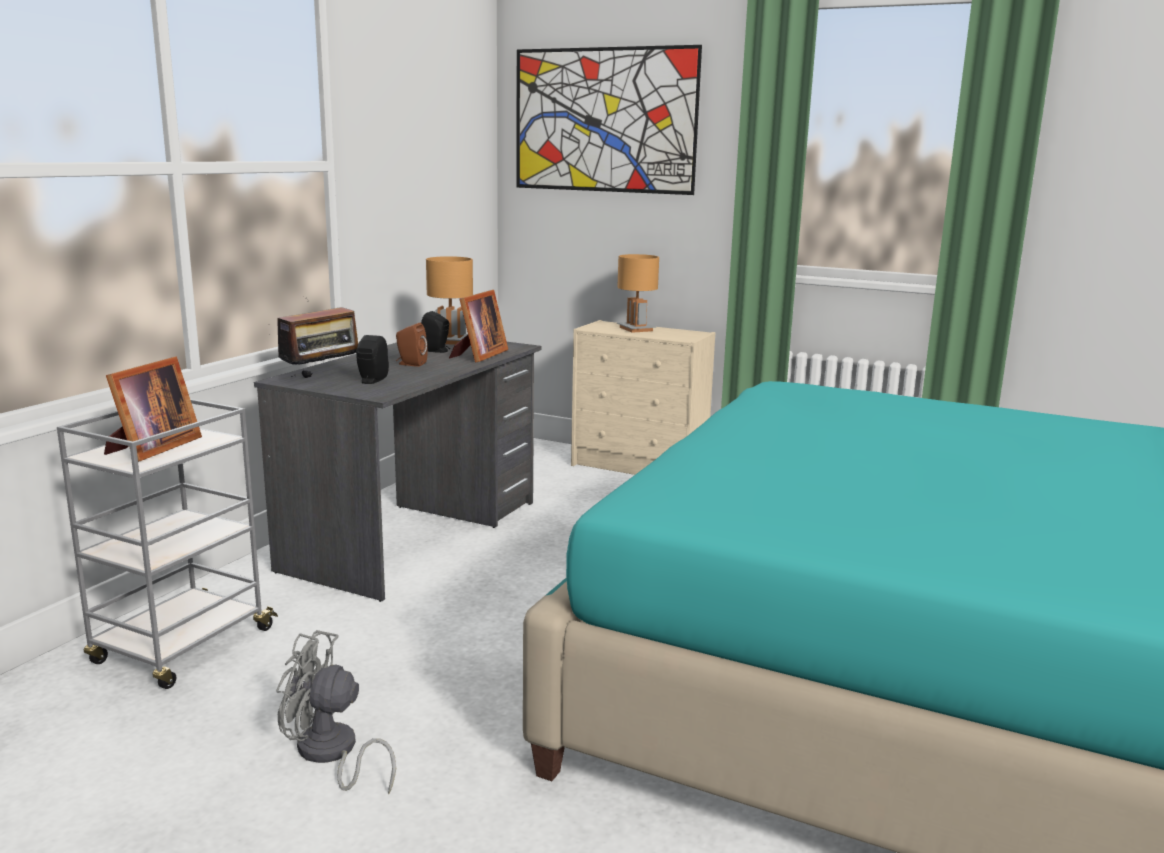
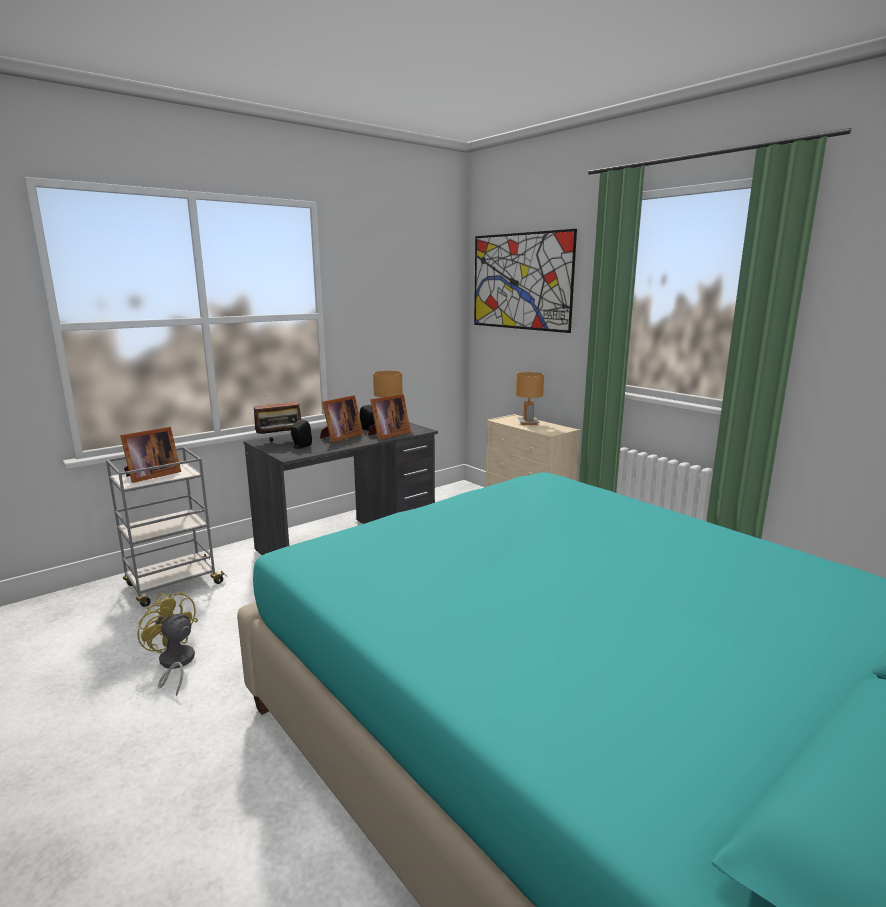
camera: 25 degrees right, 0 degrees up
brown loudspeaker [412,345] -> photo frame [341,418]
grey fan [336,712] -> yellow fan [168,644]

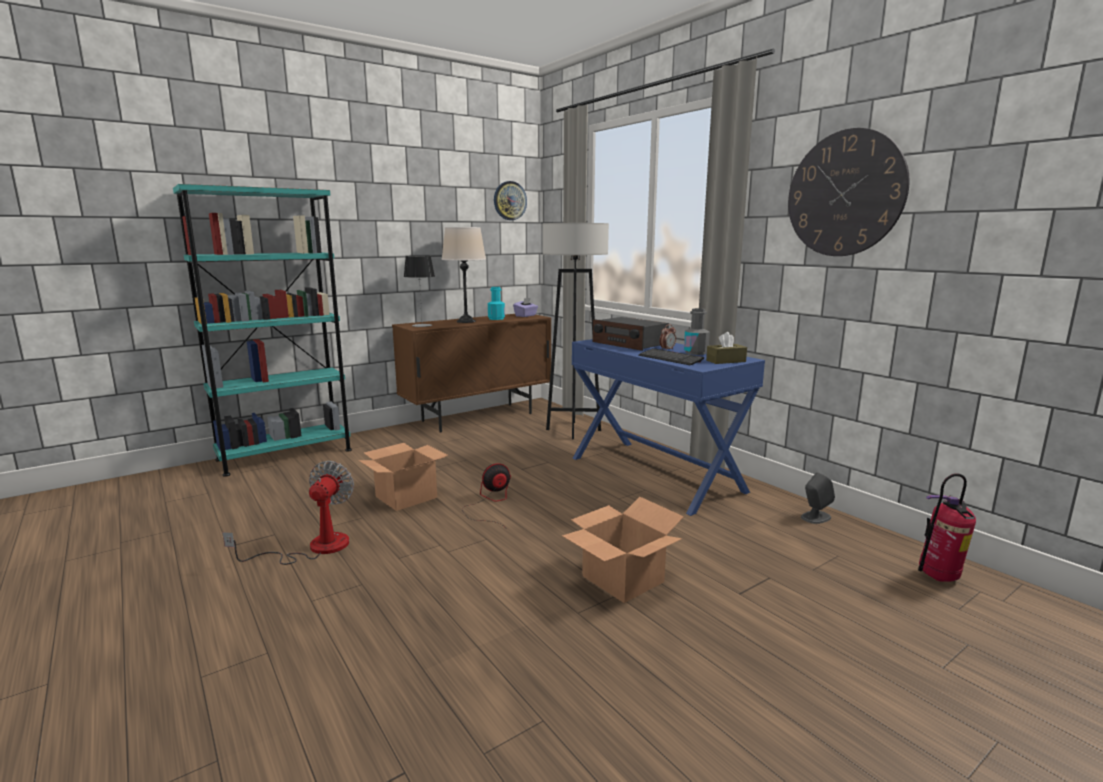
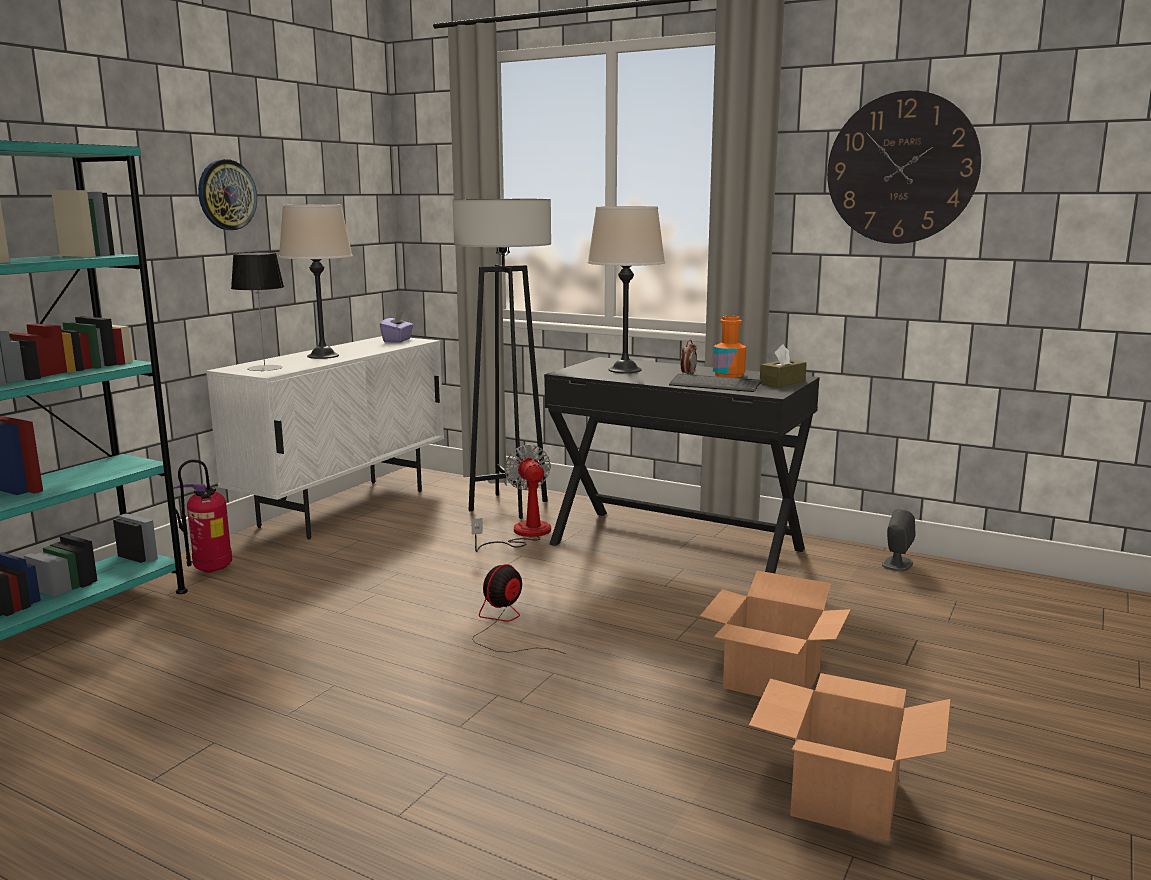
camera: 25 degrees left, 0 degrees up
turquoise drink bottle [496,303] -> none
fan [288,513] -> fan [511,498], shifted
carton [403,477] -> carton [850,756], shifted
wall clock [510,200] -> wall clock [227,194], shifted
extinguisher [947,527] -> extinguisher [202,516], shifted
radio [630,334] -> beige-coloured table lamp [626,289]
brown cabinet [471,373] -> white cabinet [325,438]
blue desk [668,427] -> black desk [682,465]
grey drink bottle [697,331] -> orangey drink bottle [729,347]

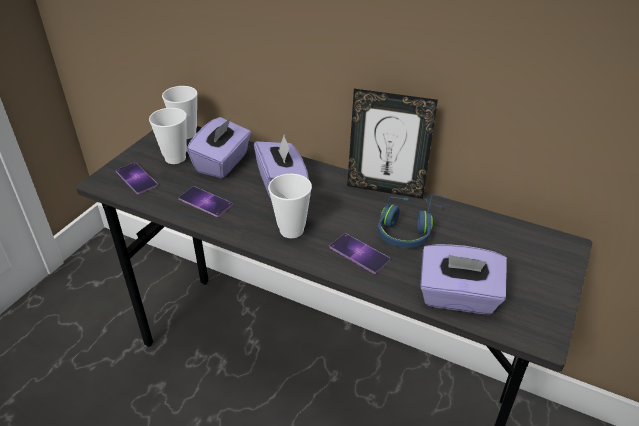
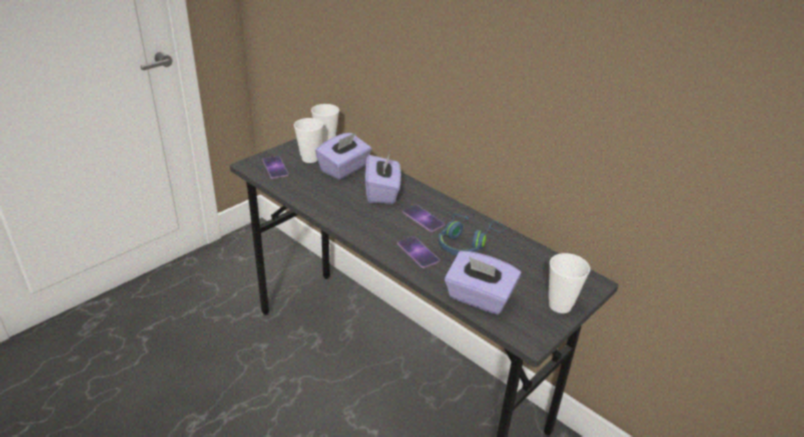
camera: 15 degrees right, 5 degrees down
photo frame [392,144] -> none
telephone [206,201] -> telephone [424,218], shifted
drinking cup [290,206] -> drinking cup [569,283], shifted

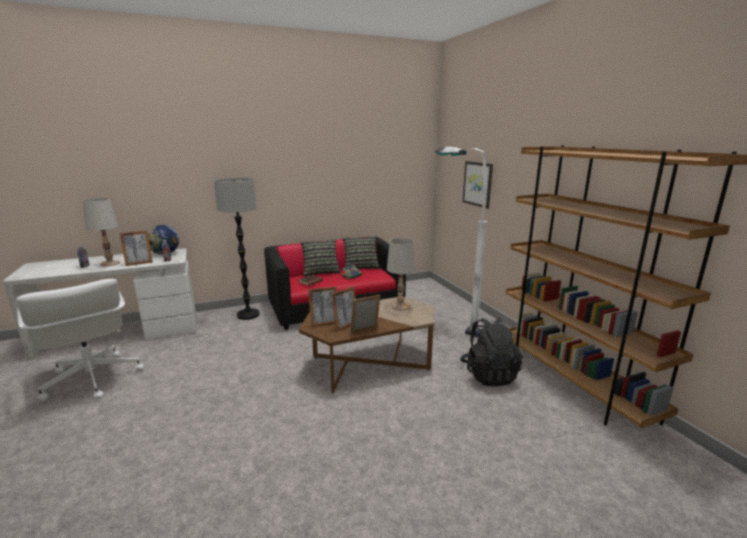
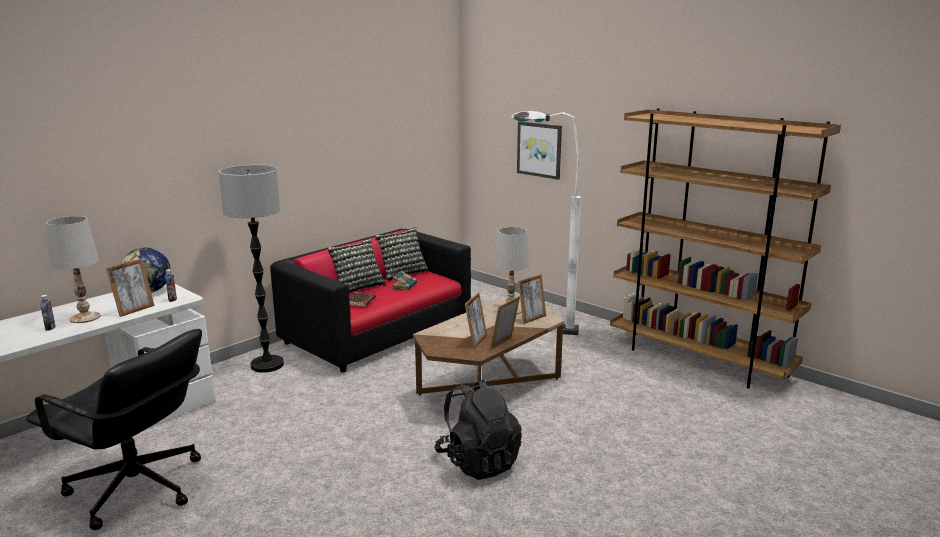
camera: 25 degrees left, 0 degrees up
photo frame [322,306] -> photo frame [532,299], shifted
black knapsack [491,352] -> black knapsack [478,429], shifted
white computer chair [80,340] -> black computer chair [114,429]

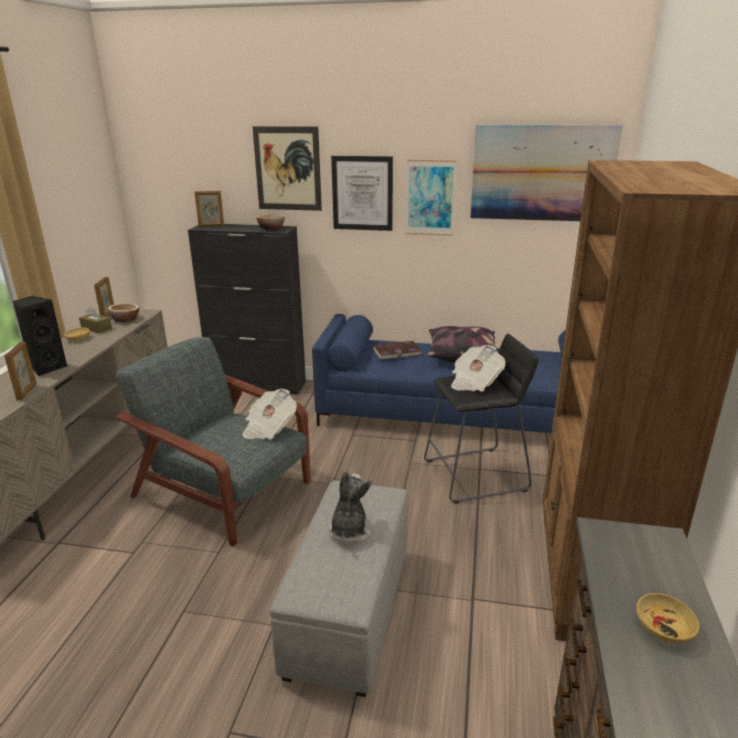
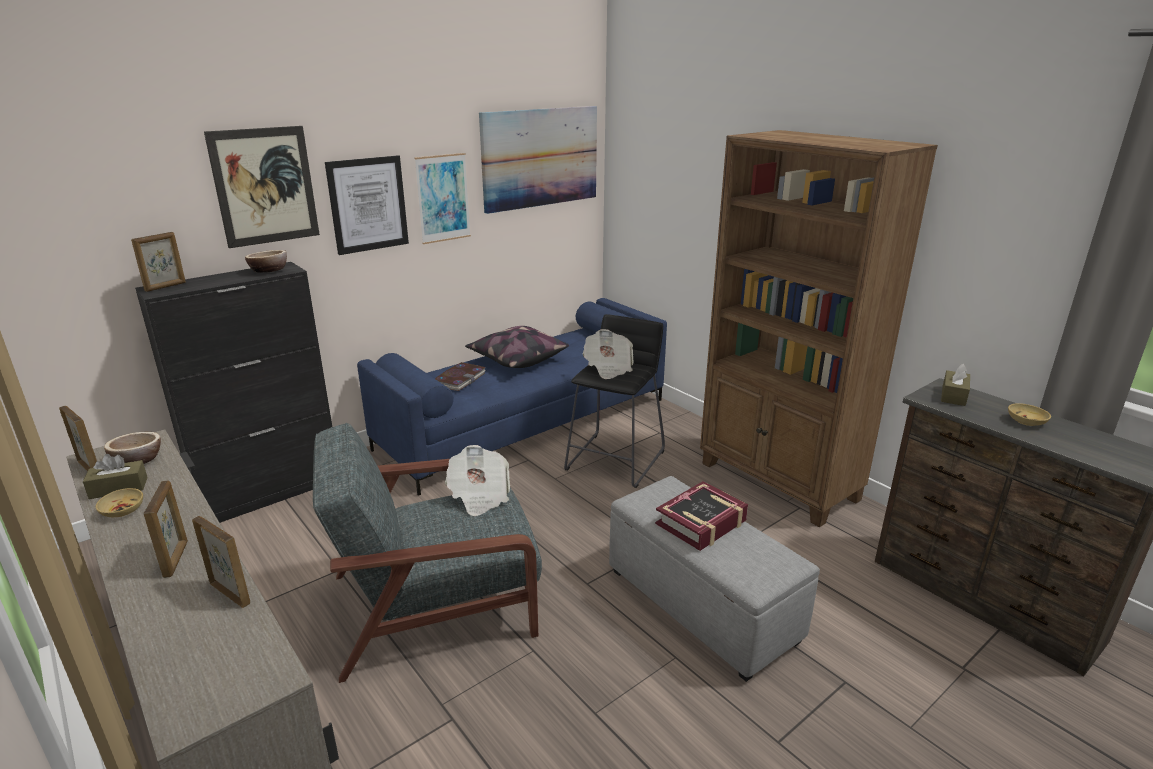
camera: 50 degrees left, 0 degrees up
none -> brown tissue box [955,385]
black loudspeaker [40,336] -> photo frame [166,529]
soft toy [350,507] -> bound book [701,516]

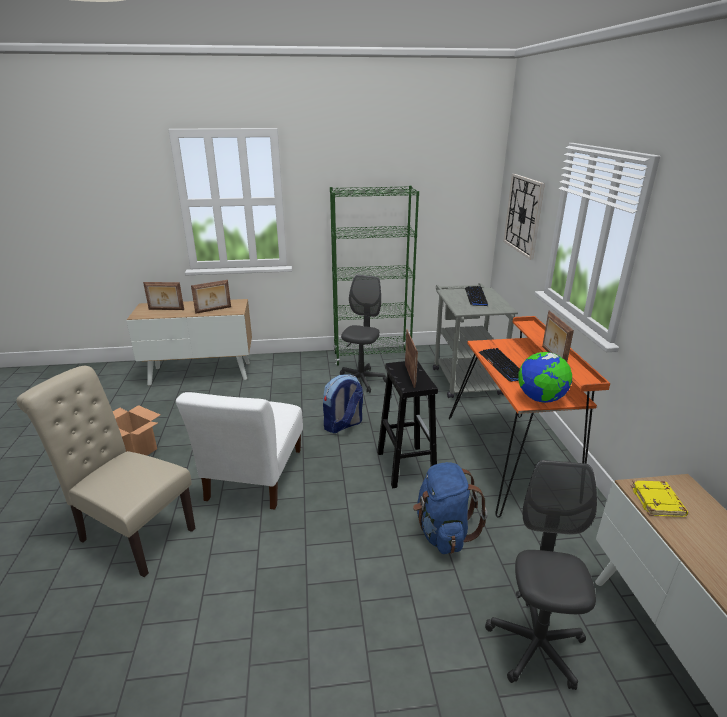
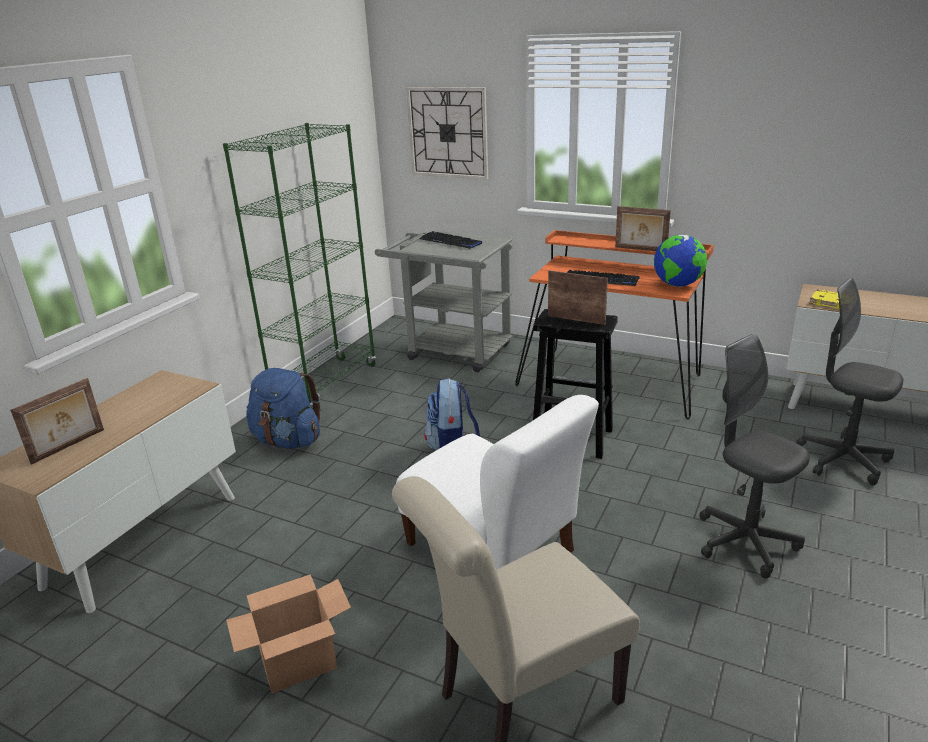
camera: 55 degrees left, 0 degrees up
photo frame [211,297] -> none
grey computer chair [363,334] -> grey computer chair [754,456], shifted
blue knapsack [450,508] -> blue knapsack [283,408], shifted

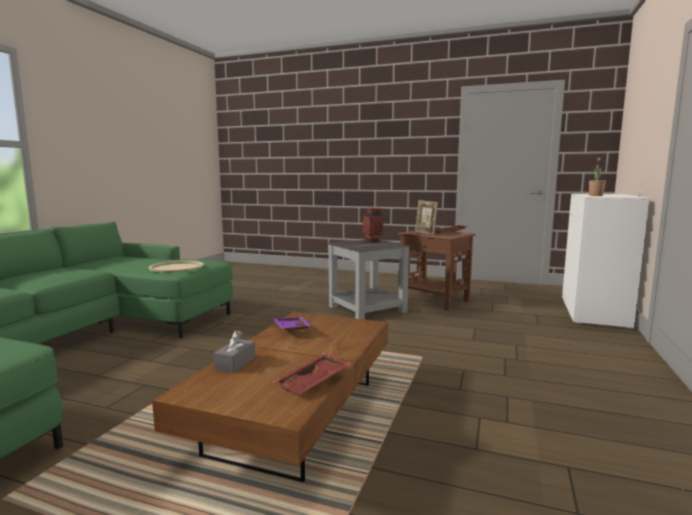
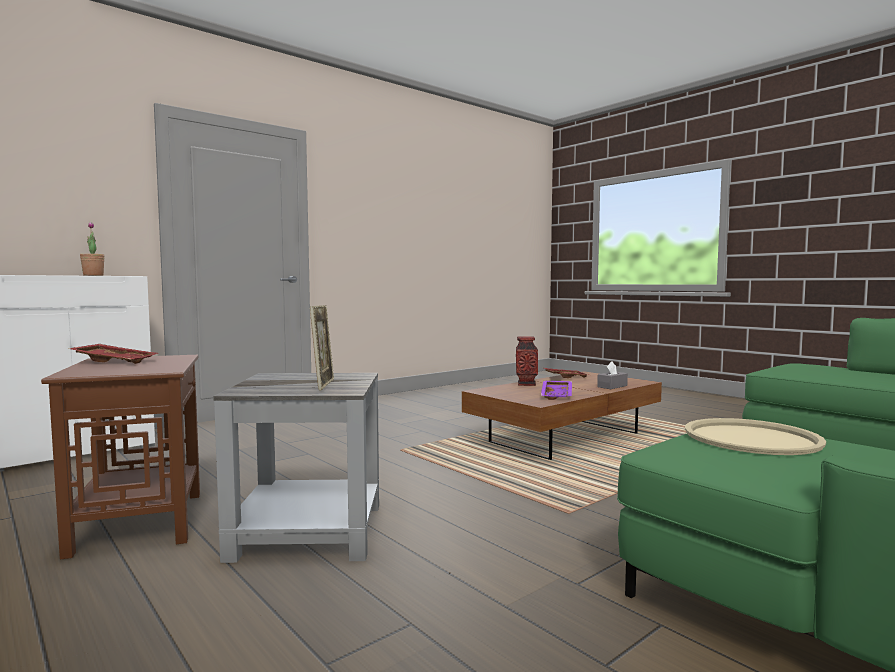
camera: 150 degrees left, 5 degrees down
vase [373,225] -> vase [527,361], shifted
photo frame [426,217] -> photo frame [322,348], shifted

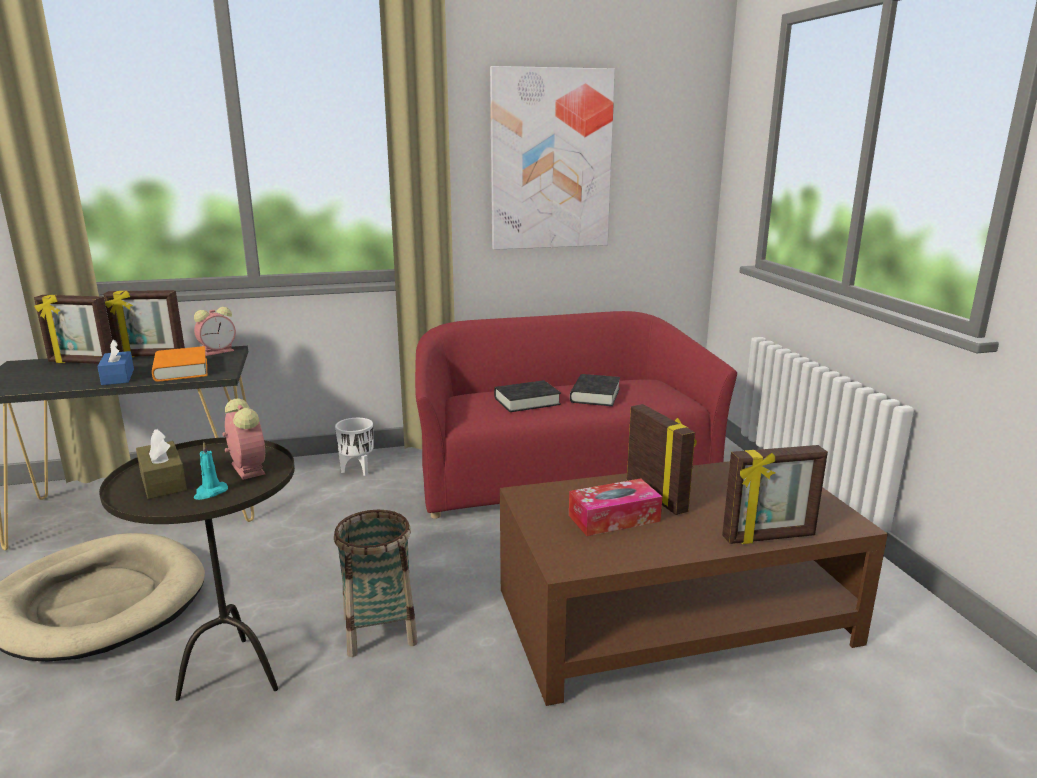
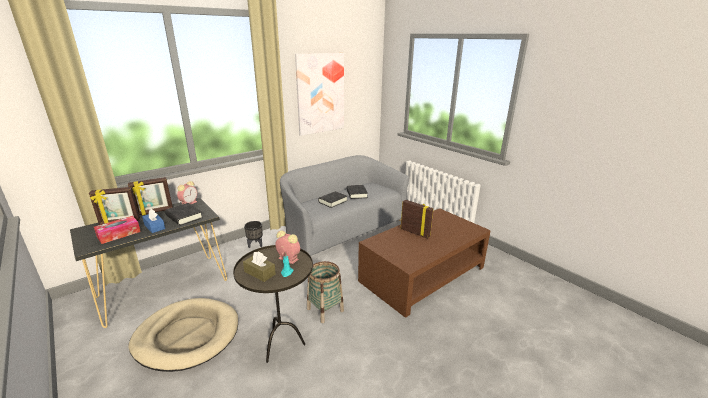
camera: 25 degrees left, 5 degrees up
photo frame [775,494] -> none
tissue box [615,507] -> tissue box [117,230], shifted
orangey bound book [179,364] -> black bound book [184,214]
white flower pot [354,447] -> black flower pot [253,234]
red-coloured couch [576,415] -> grey couch [344,205]

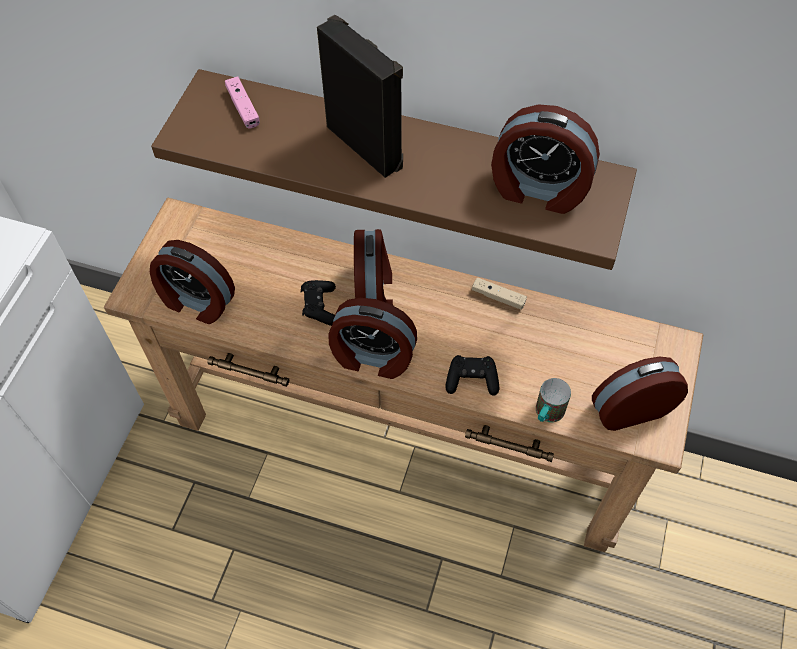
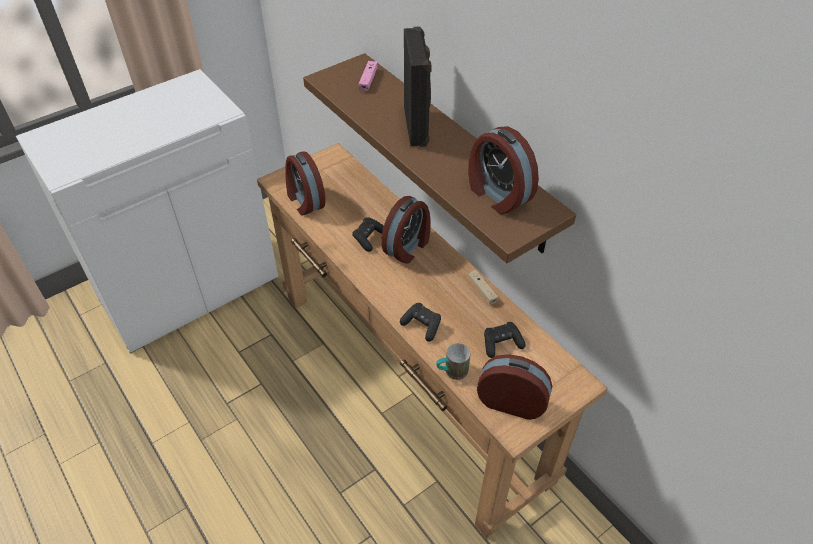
camera: 35 degrees right, 10 degrees down
alarm clock [373,338] -> none
none -> black game controller [504,340]

